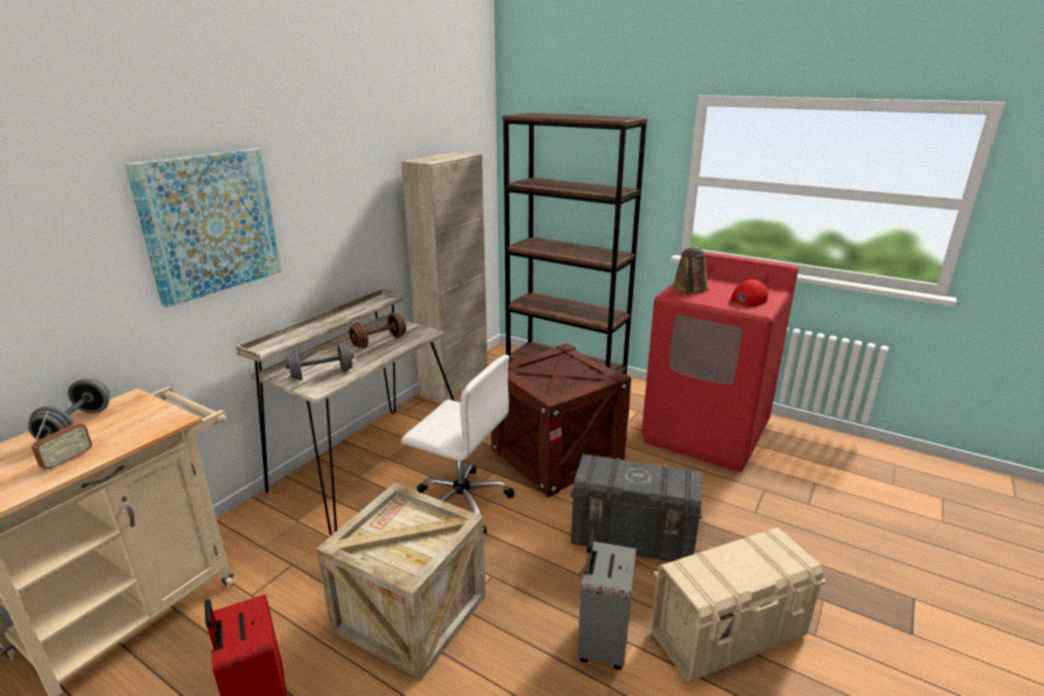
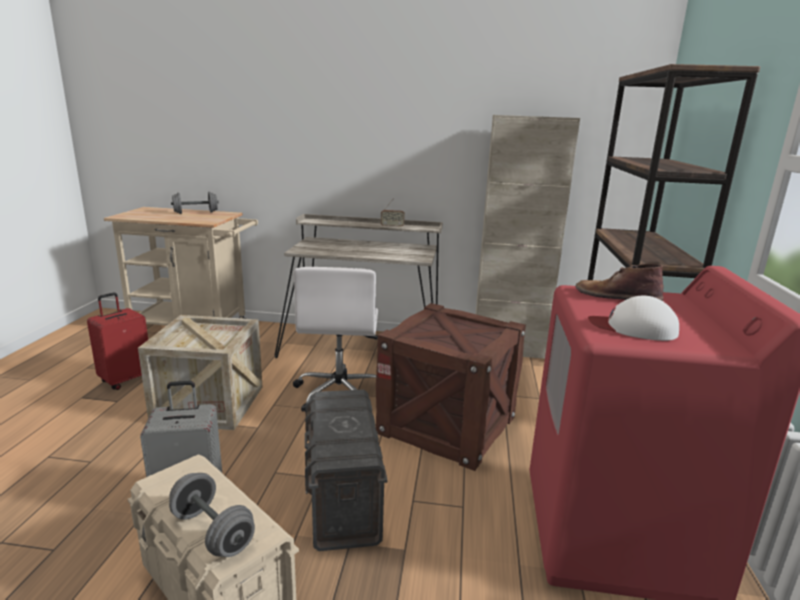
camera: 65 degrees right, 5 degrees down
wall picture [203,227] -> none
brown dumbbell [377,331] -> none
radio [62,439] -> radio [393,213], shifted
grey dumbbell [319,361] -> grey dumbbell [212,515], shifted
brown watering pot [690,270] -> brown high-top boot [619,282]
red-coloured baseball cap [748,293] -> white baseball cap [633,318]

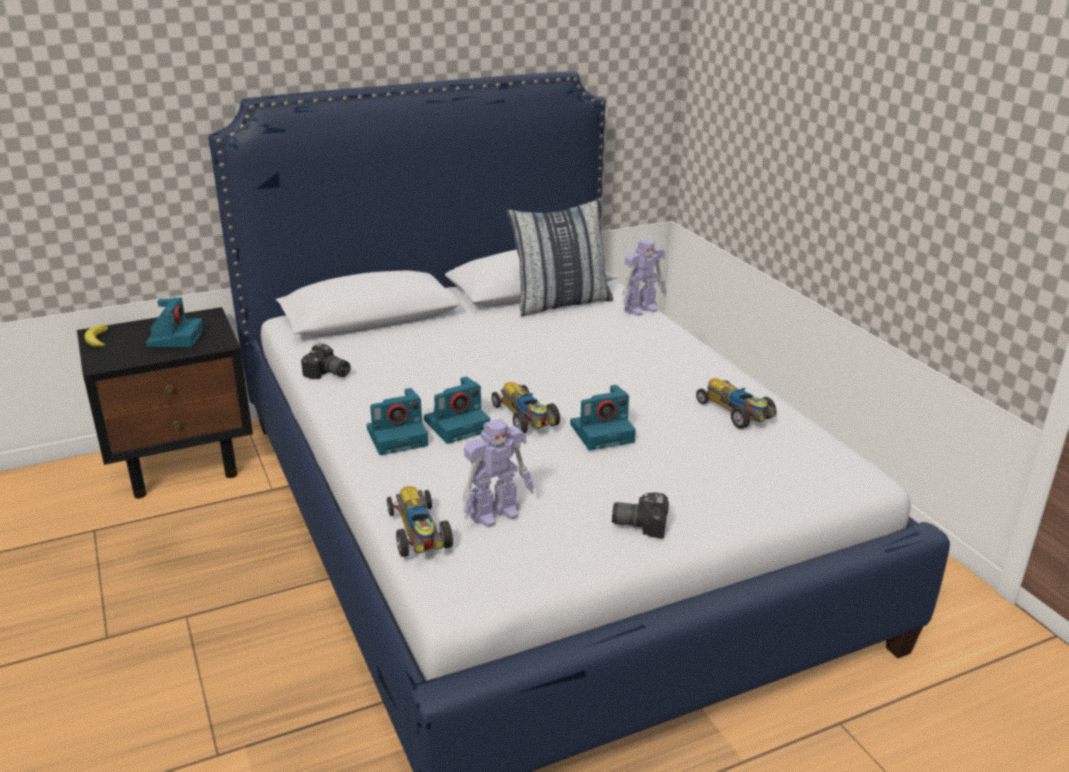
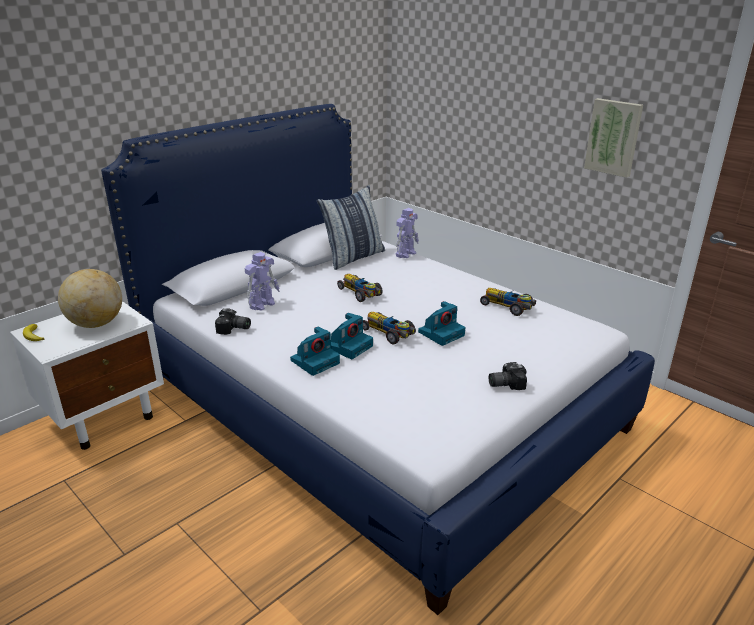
camera: 20 degrees left, 0 degrees up
none -> wall picture [613,138]
model car [420,521] -> model car [360,288], shifted
toy robot [498,472] -> toy robot [262,281], shifted
still camera [175,322] -> world globe [90,298]
black nightstand [165,402] -> white nightstand [87,375]

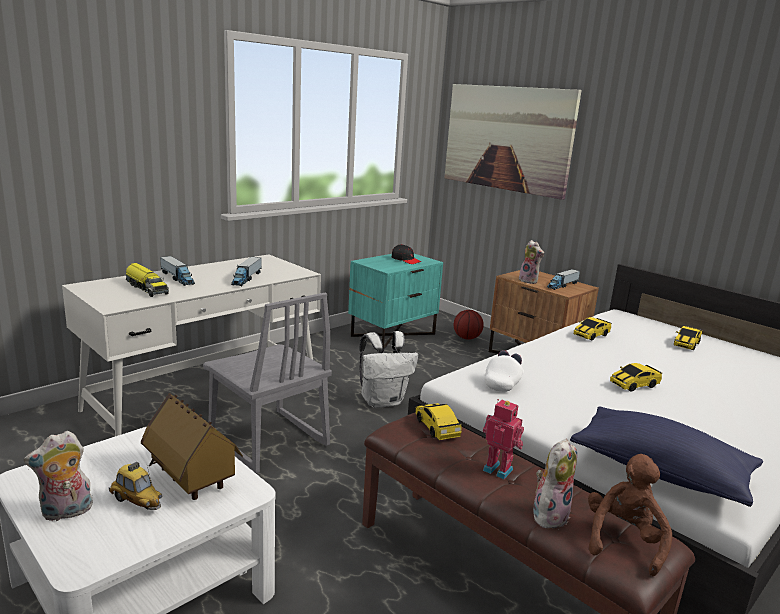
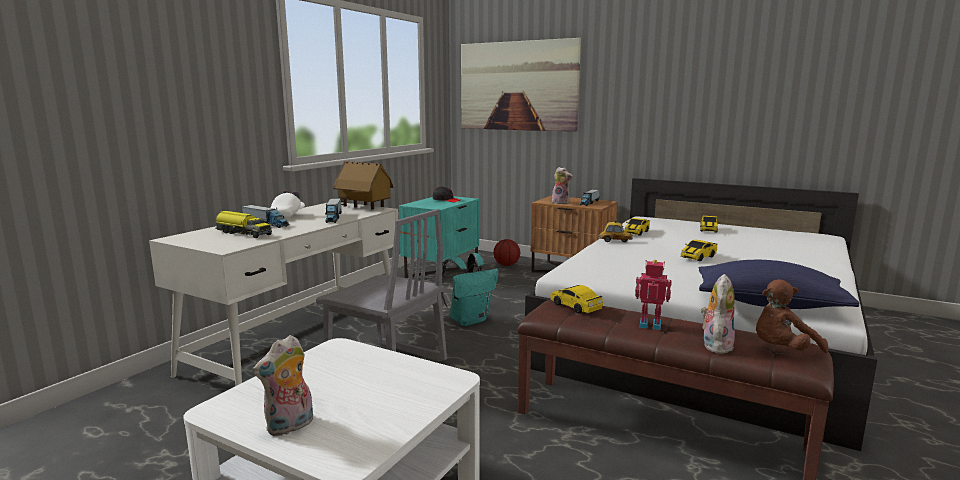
camera: 15 degrees left, 5 degrees down
model car [136,486] -> model car [615,230], shifted
miniature house [192,446] -> miniature house [363,185], shifted
white baseball cap [504,371] -> white baseball cap [288,204], shifted
white knapsack [389,369] -> turquoise knapsack [469,289]
brown soft toy [630,515] -> brown soft toy [792,316], 120 degrees counterclockwise

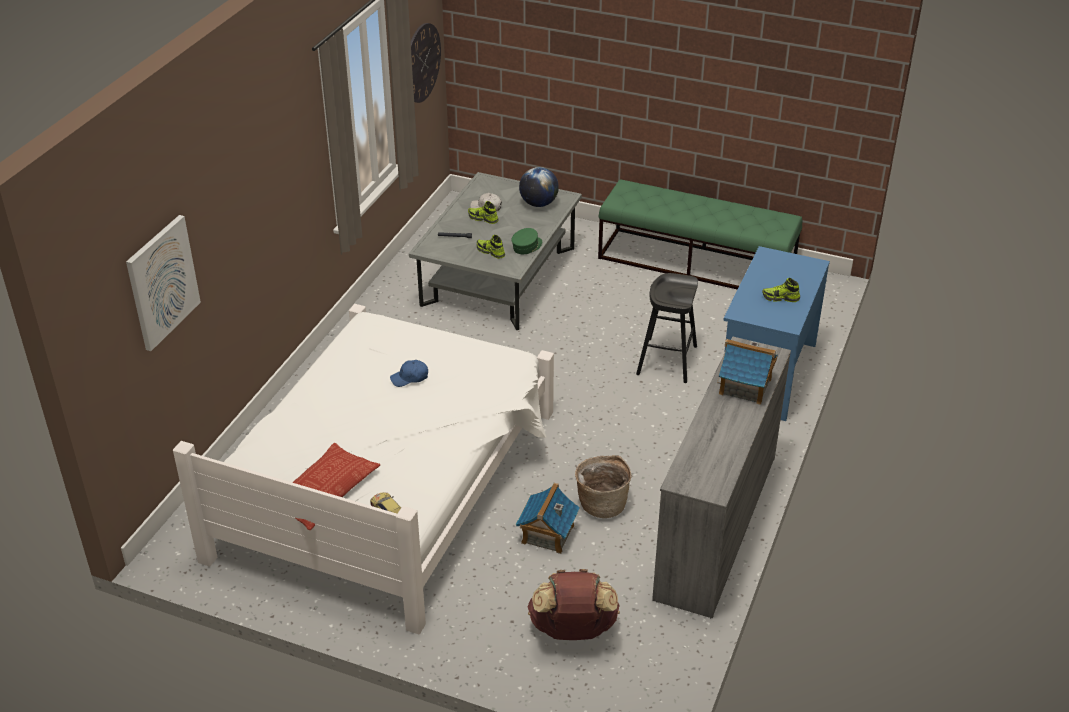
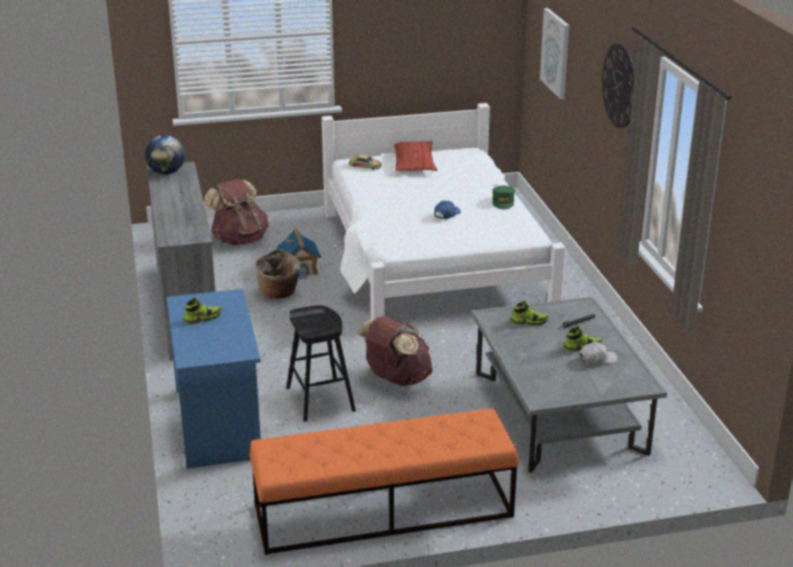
camera: 145 degrees right, 10 degrees down
miniature house [747,372] -> none
none -> brown knapsack [394,351]
wall clock [426,63] -> wall clock [618,85], shifted
green-coloured baseball cap [526,241] -> green-coloured baseball cap [503,197], shifted
world globe [539,187] -> world globe [165,155], shifted
green-coloured bench [700,234] -> orangey bench [384,481]

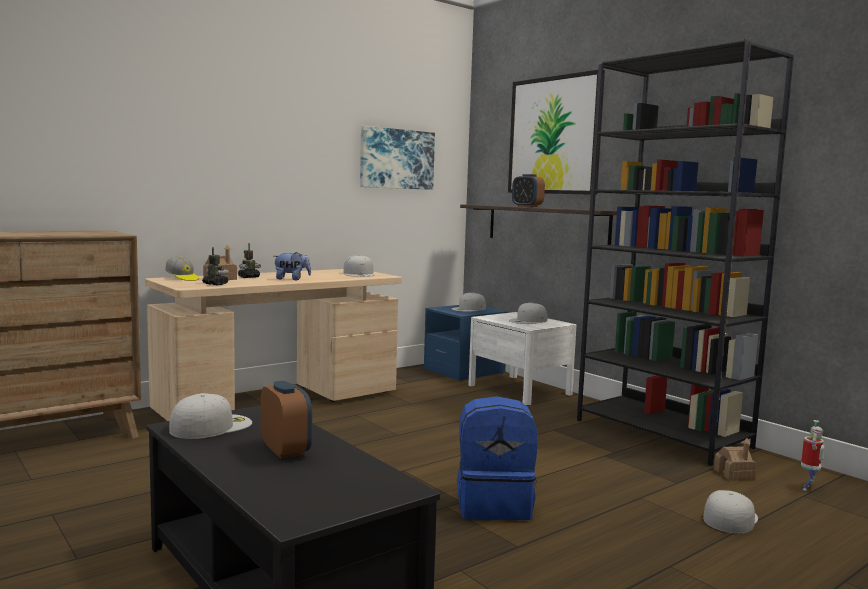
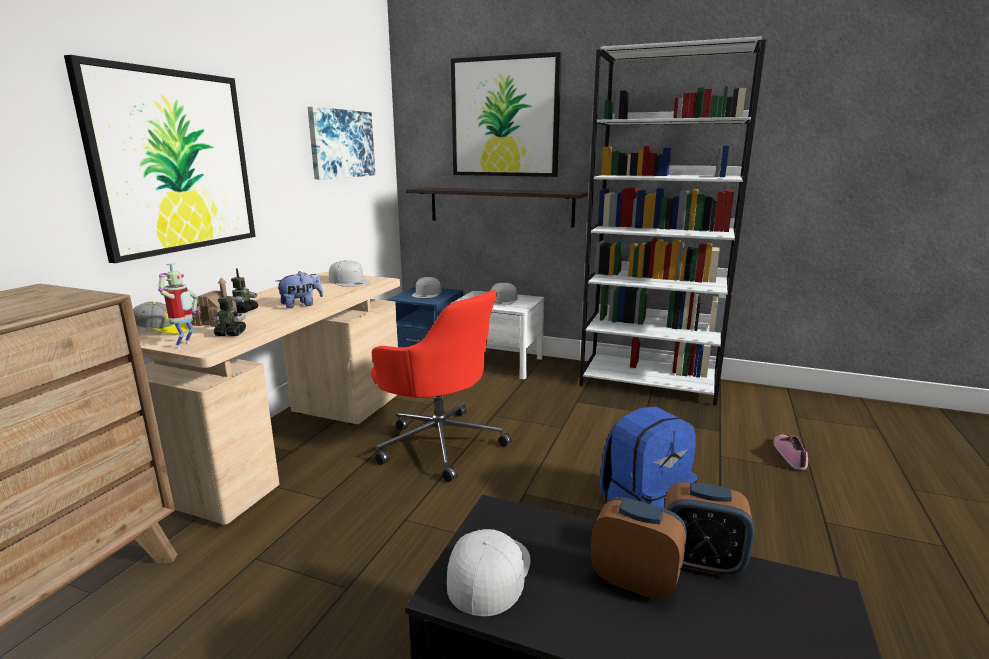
camera: 30 degrees left, 10 degrees up
miniature house [735,459] -> none
none -> wall picture [160,159]
none -> red-coloured computer chair [441,386]
alarm clock [528,190] -> alarm clock [709,529], shifted
toy robot [813,455] -> toy robot [179,306], shifted
white baseball cap [730,511] -> item of footwear [791,452]
black shelving unit [685,252] -> white shelving unit [673,221]

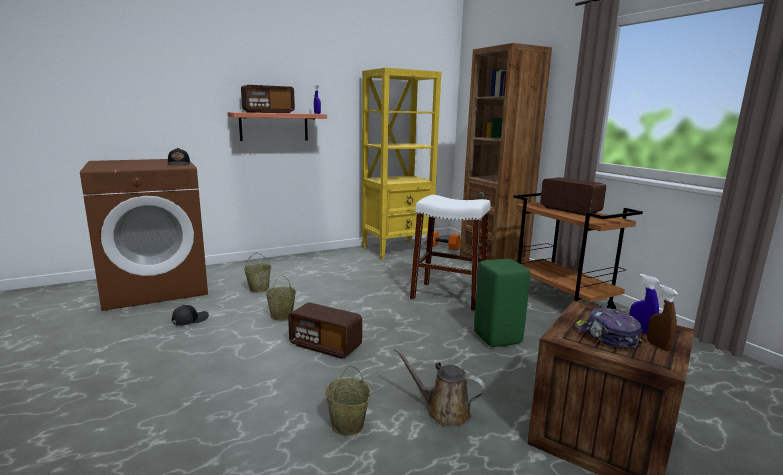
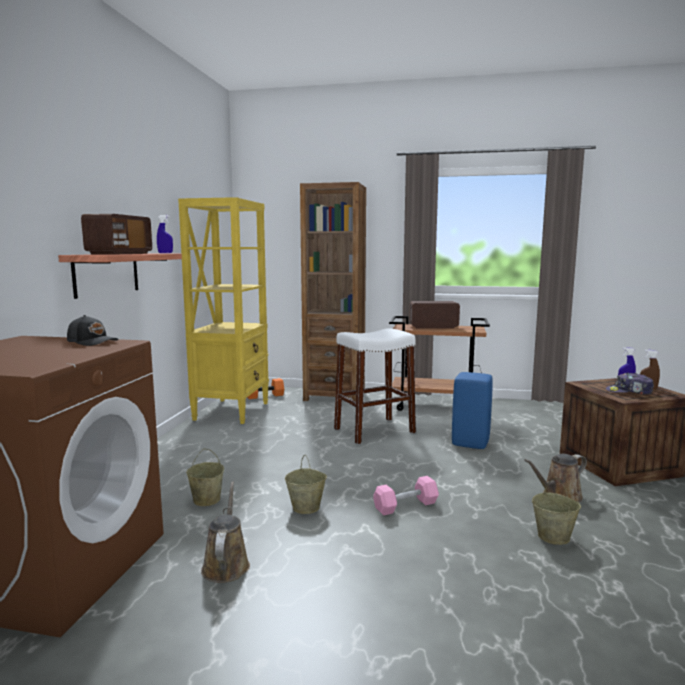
camera: 50 degrees left, 5 degrees down
black baseball cap [190,315] -> brown watering pot [225,532]
radio [325,330] -> pink-coloured dumbbell [406,495]
green-coloured stool [502,303] -> blue stool [472,410]

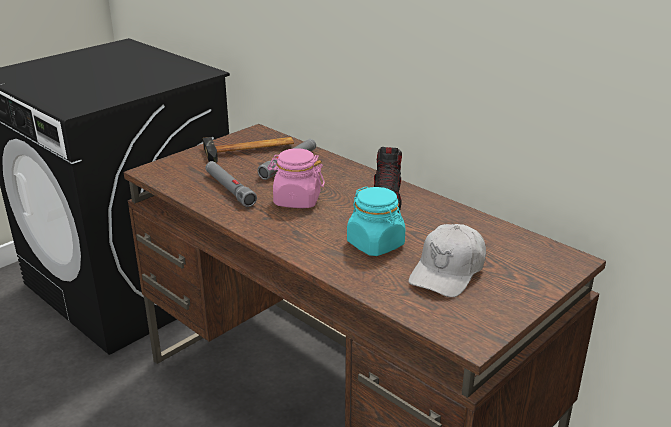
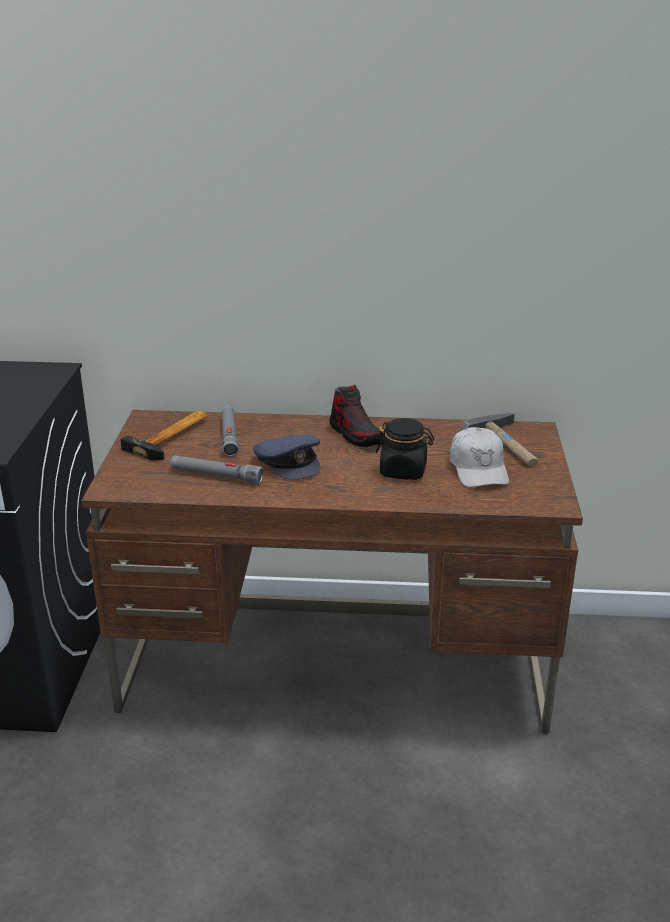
camera: 40 degrees left, 0 degrees up
none -> hand hammer [500,439]
pink-coloured jar [296,178] -> grey baseball cap [287,457]
turquoise jar [376,221] -> black jar [404,449]

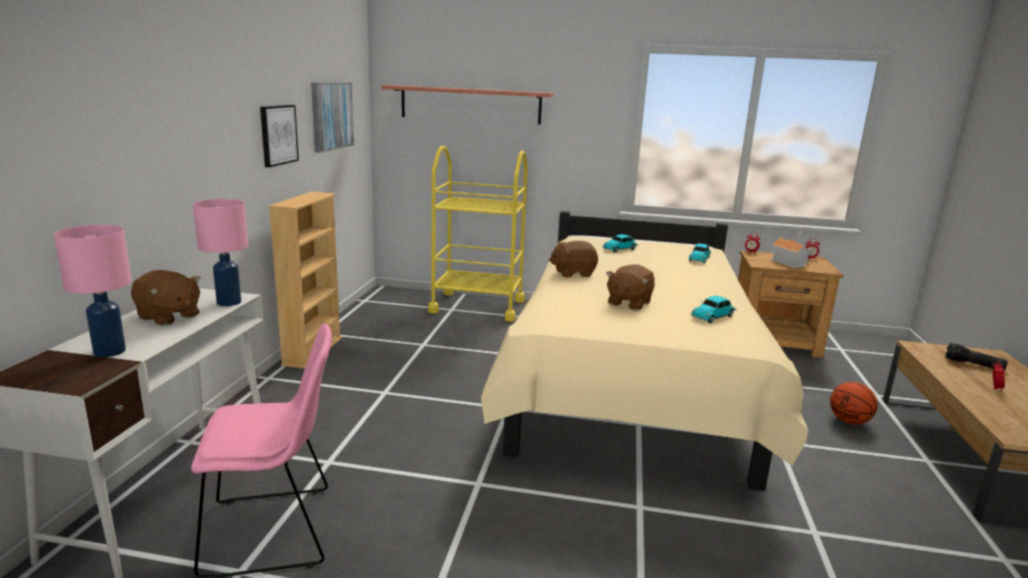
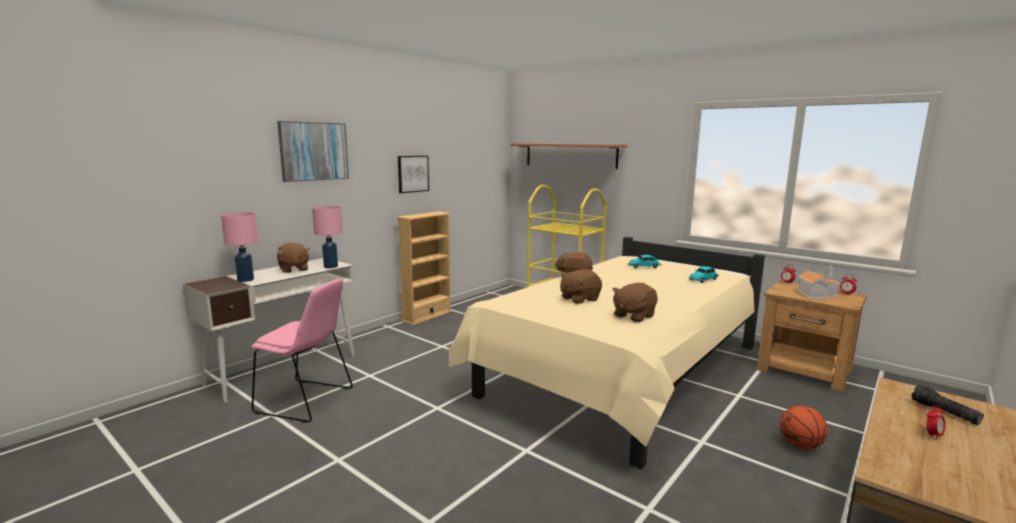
camera: 30 degrees right, 5 degrees down
wall picture [332,118] -> wall picture [313,151], shifted
model car [714,309] -> brown soft toy [635,302]

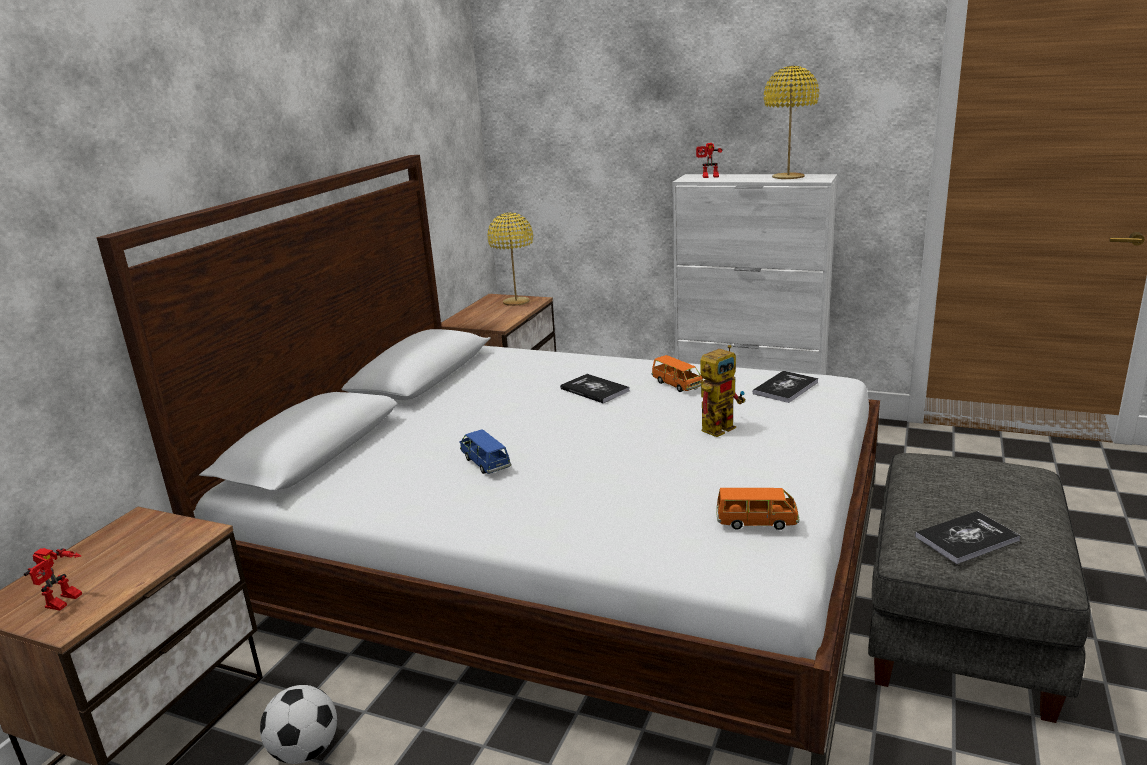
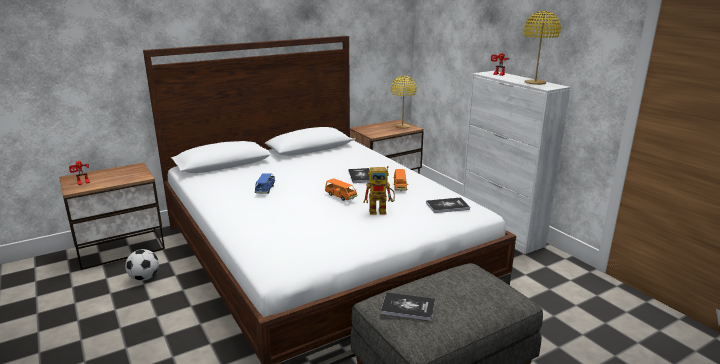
camera: 35 degrees right, 0 degrees up
orangey model car [758,509] -> orangey model car [341,189], shifted

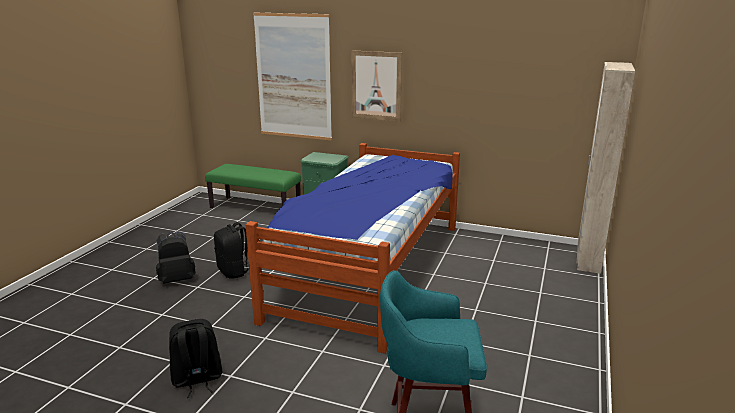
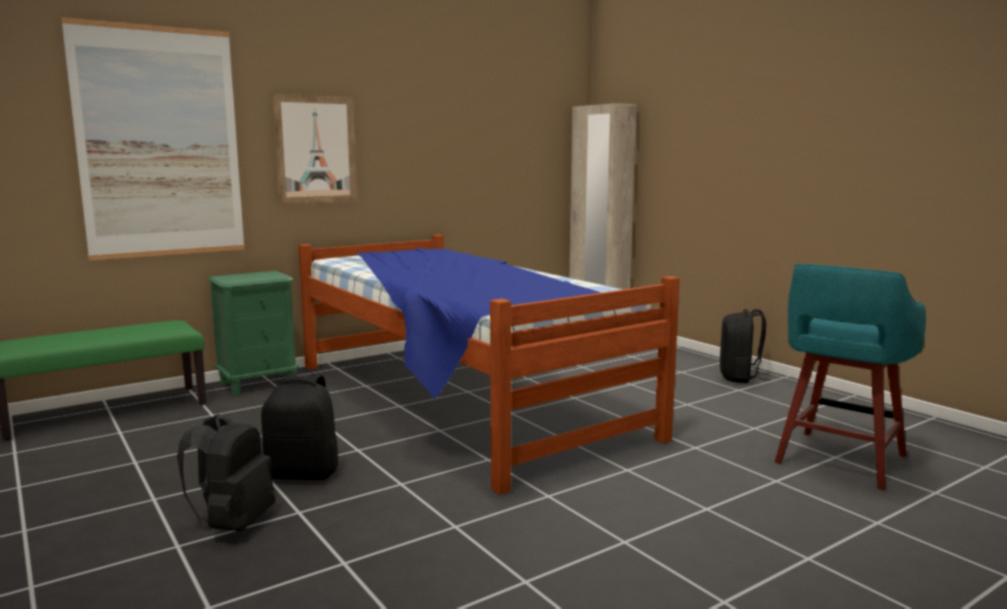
camera: 55 degrees left, 10 degrees down
black knapsack [195,358] -> black knapsack [745,346], shifted

